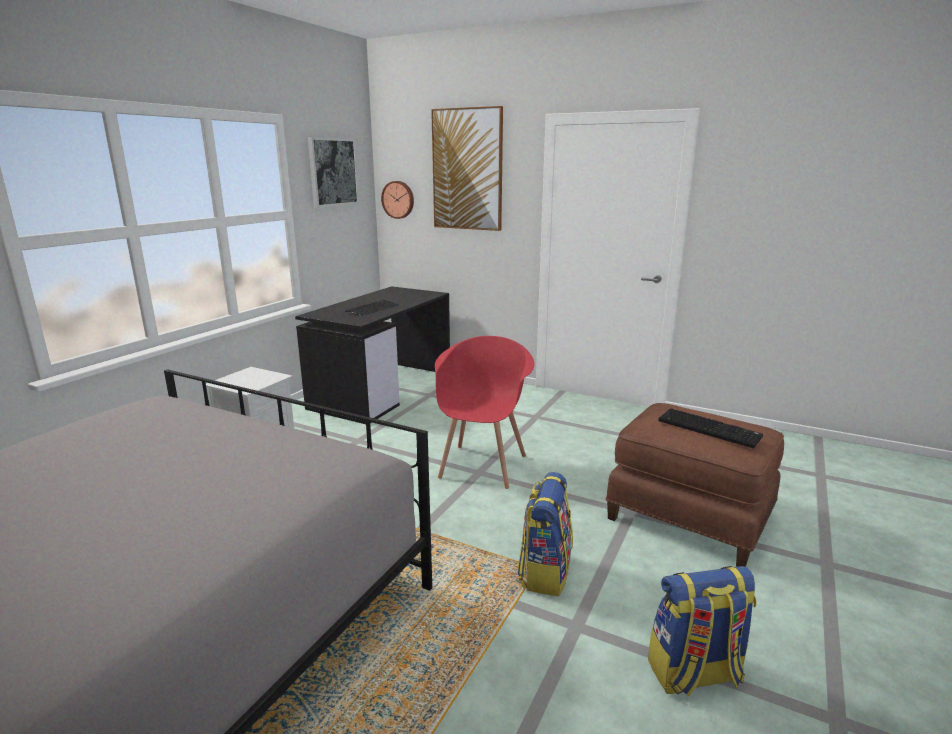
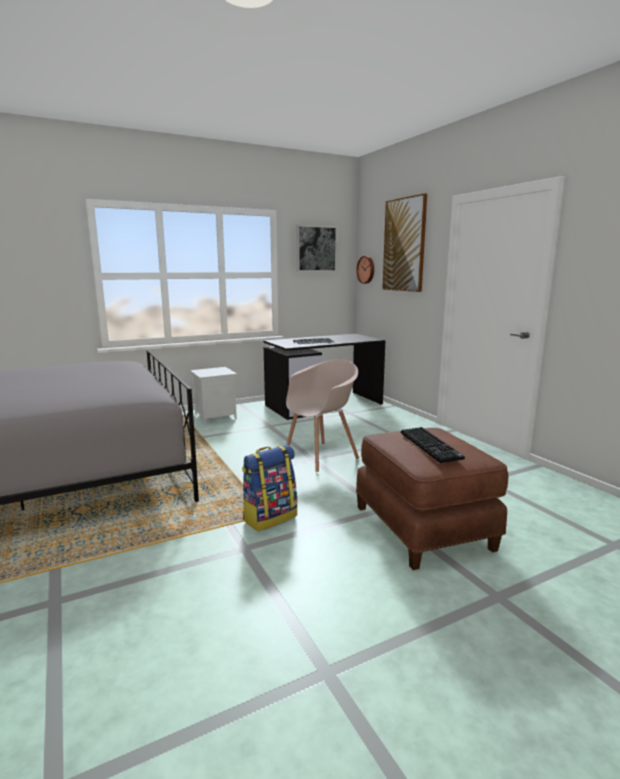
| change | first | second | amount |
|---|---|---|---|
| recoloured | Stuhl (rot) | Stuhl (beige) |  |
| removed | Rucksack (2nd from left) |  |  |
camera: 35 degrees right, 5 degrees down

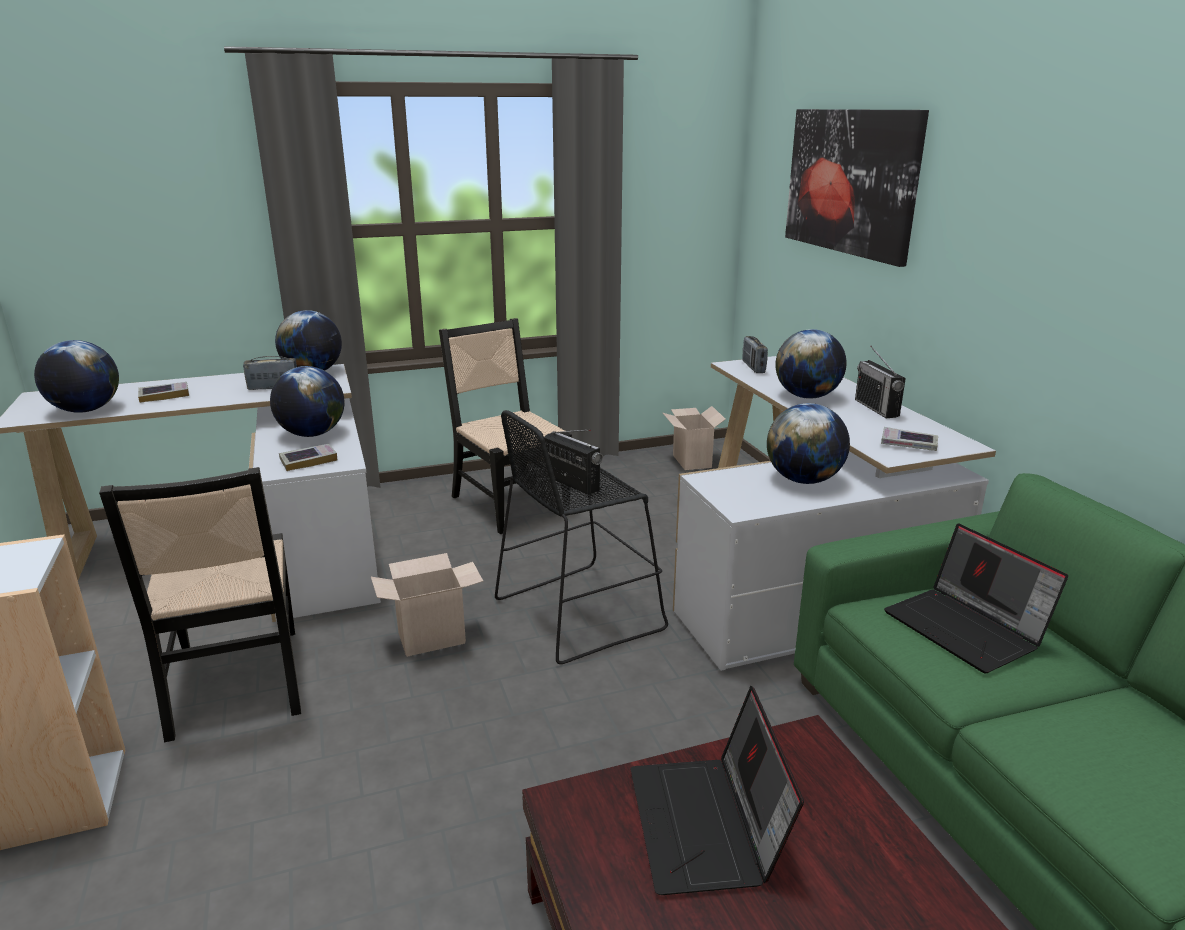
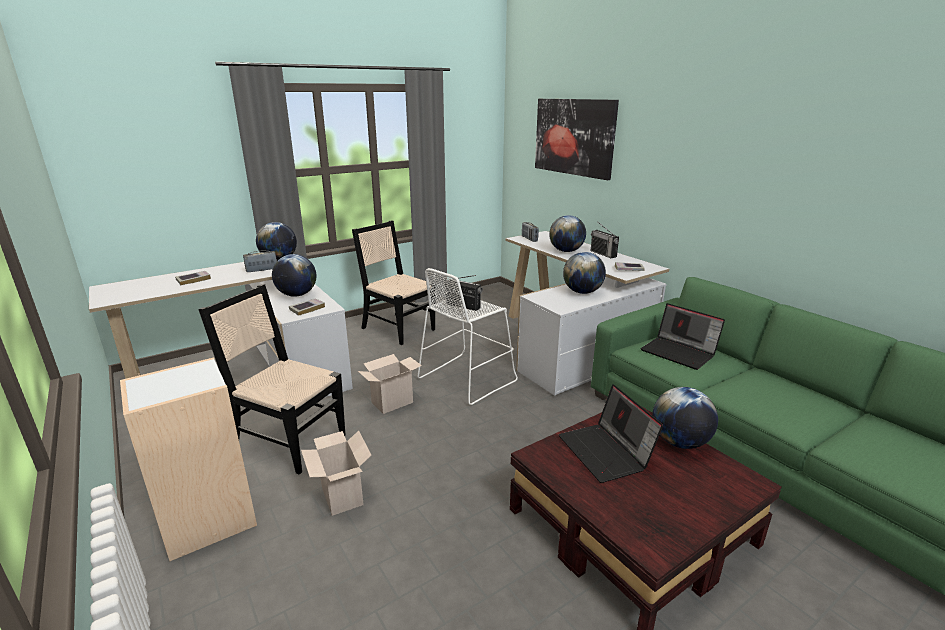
| change | first | second | amount |
|---|---|---|---|
| turned | Stuhl (1st from left) |  | 150 degrees clockwise |
| moved | Karton (2nd from left in the first image) | Karton (1st from left) |  |
| recoloured | Hocker (schwarz) | Hocker (weiß) |  |
| moved | Globus (1st from left in the first image) | Globus (5th from left) |  |
camera: 15 degrees left, 0 degrees up

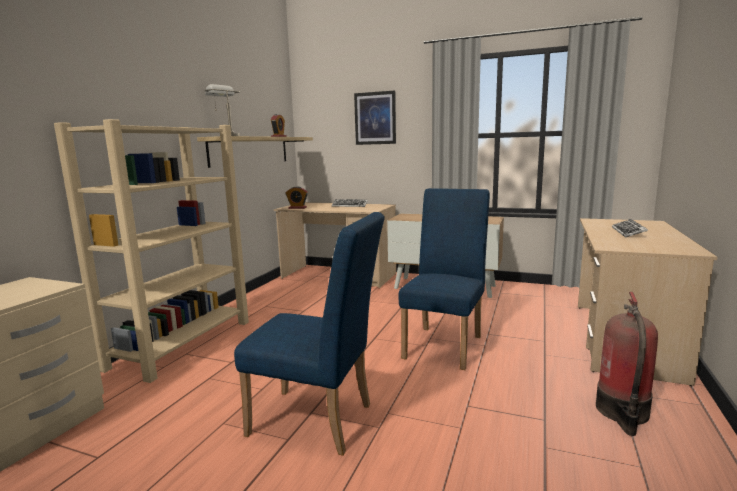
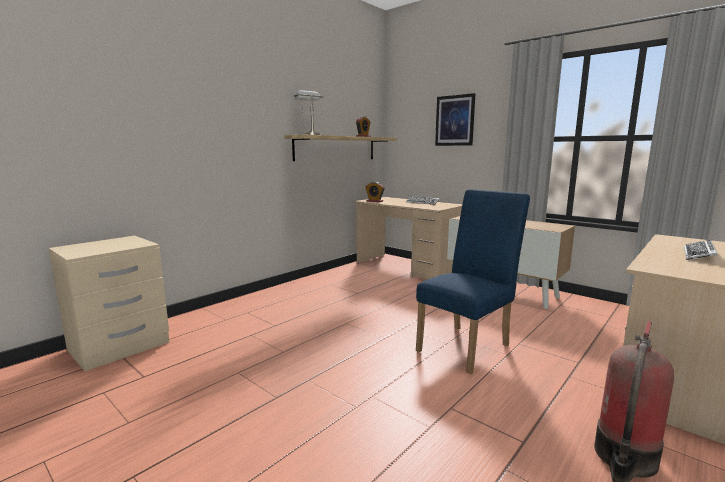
| change | first | second | amount |
|---|---|---|---|
| removed | Bücherregal (beige) |  |  |
| removed | Stuhl (blau) (1st from left) |  |  |
camera: 20 degrees right, 0 degrees up

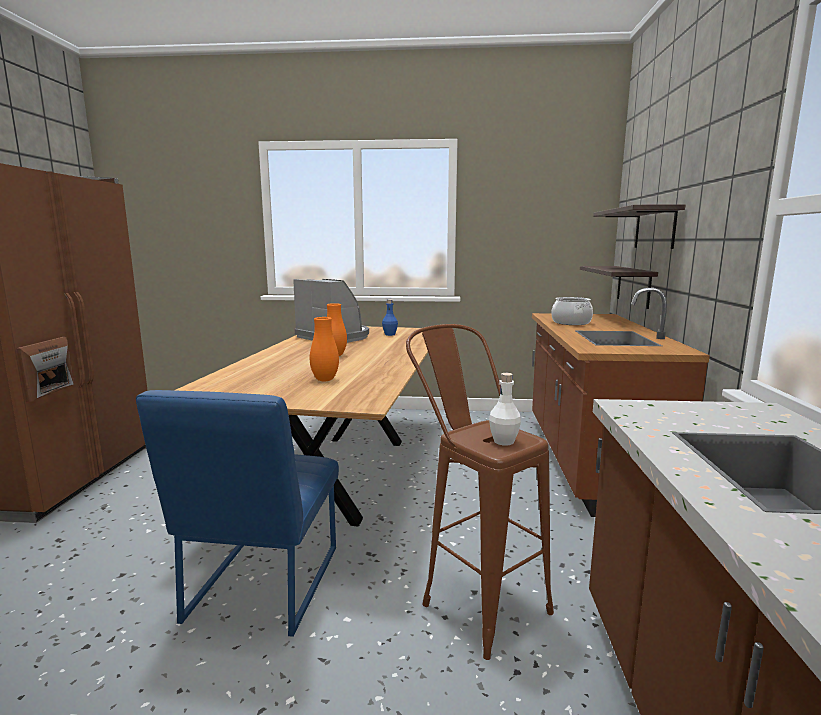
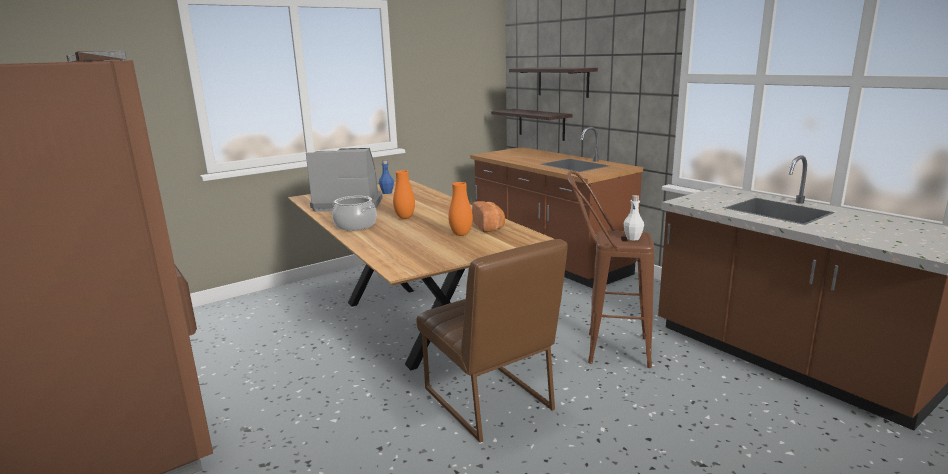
| change | first | second | amount |
|---|---|---|---|
| moved | Kochtopf |  |  |
| recoloured | Stuhl (blau) | Stuhl (braun) |  |
| added |  | Brot |  |
camera: 40 degrees left, 5 degrees up

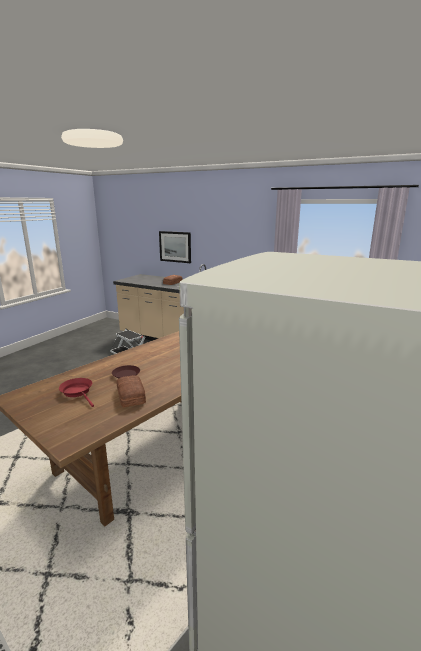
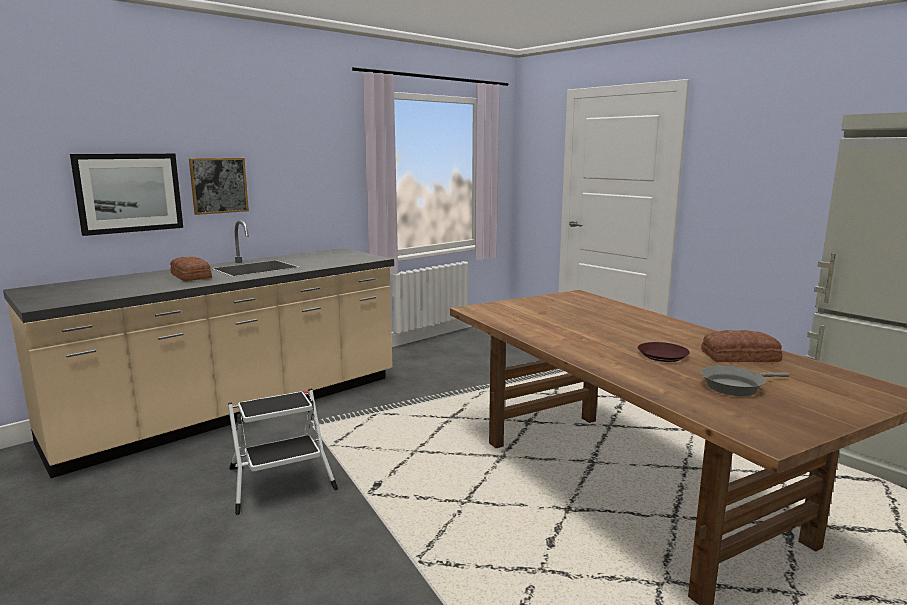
| change | first | second | amount |
|---|---|---|---|
| added |  | Bild (2nd from left) |  |
| recoloured | Pfanne (rot) | Pfanne (grau) |  |
camera: 70 degrees left, 5 degrees down

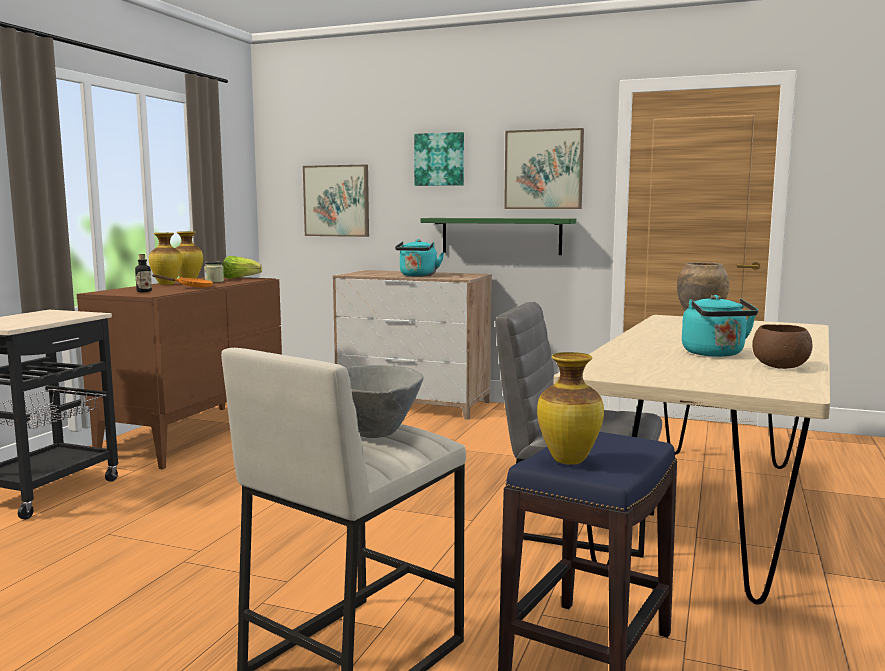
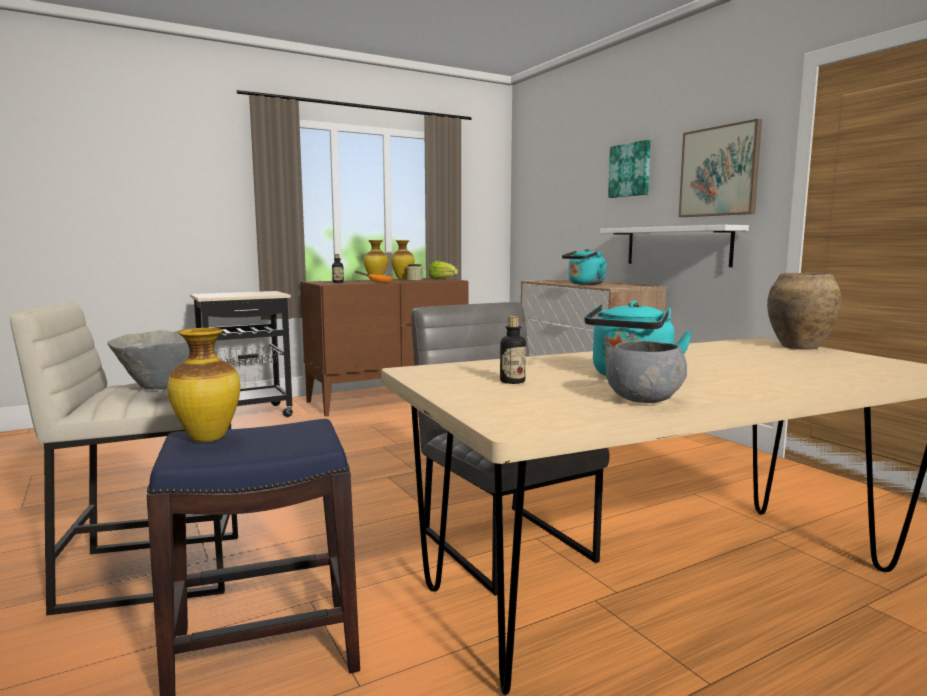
| change | first | second | amount |
|---|---|---|---|
| added |  | Flasche (2nd from left) |  |
| recoloured | Wandregal (grün) | Wandregal (weiß) |  |
| recoloured | Schüssel (braun) | Schüssel (grau) (2nd from left) |  |
| removed | Bild (1st from left) |  |  |
camera: 40 degrees right, 0 degrees up

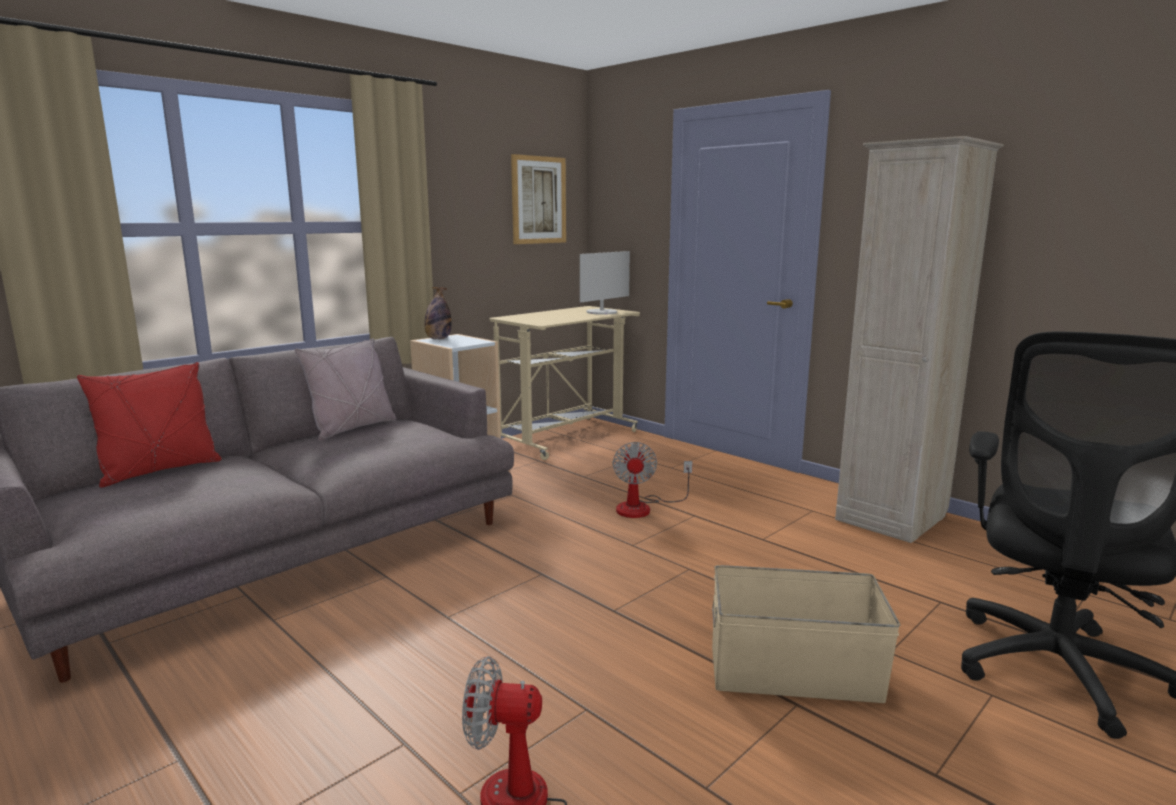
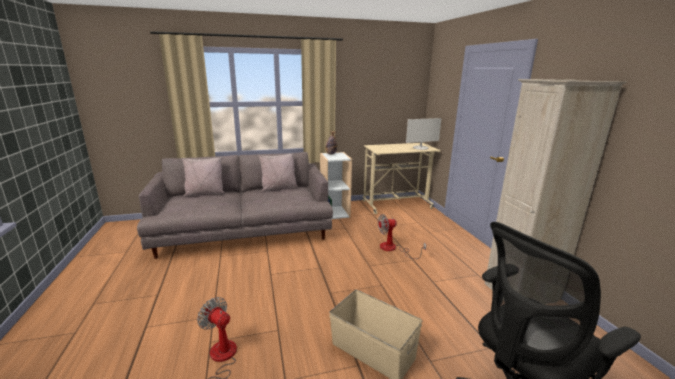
| change | first | second | amount |
|---|---|---|---|
| recoloured | Kissen (rot) | Kissen (lila) (1st from left) |  |
| turned | Ventilator (2nd from left) |  | 45 degrees clockwise |
| removed | Bild |  |  |
camera: 30 degrees right, 5 degrees up

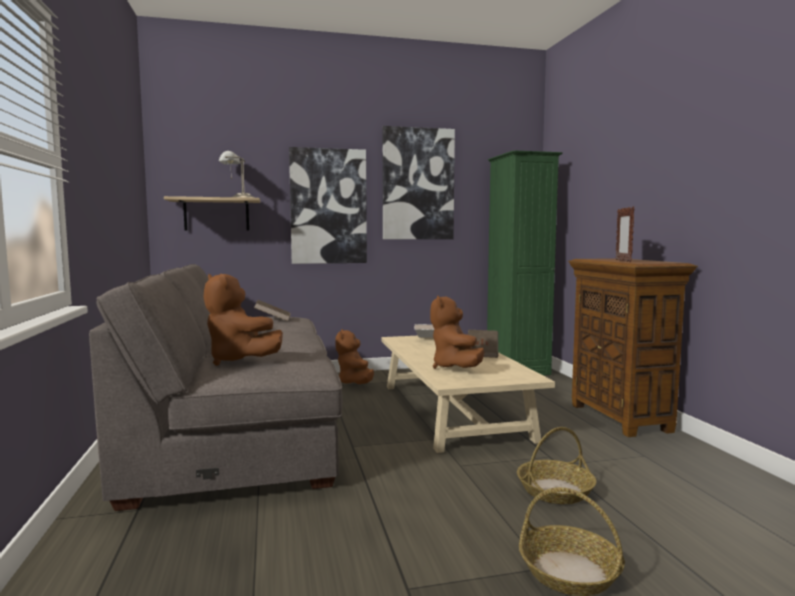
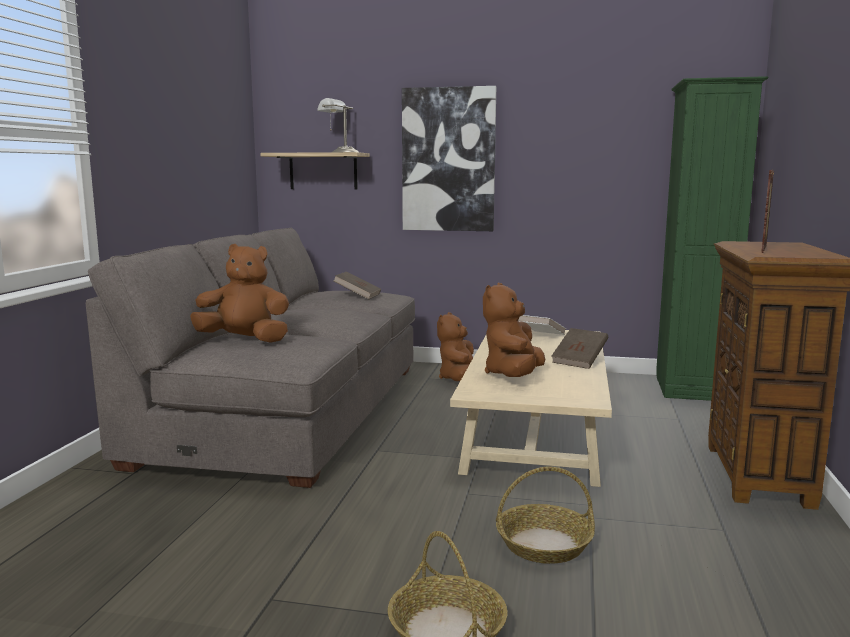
| change | first | second | amount |
|---|---|---|---|
| turned | Plüschtier (braun) (1st from left) |  | 120 degrees clockwise |
| removed | Bild (2nd from left) |  |  |
camera: 25 degrees right, 5 degrees up

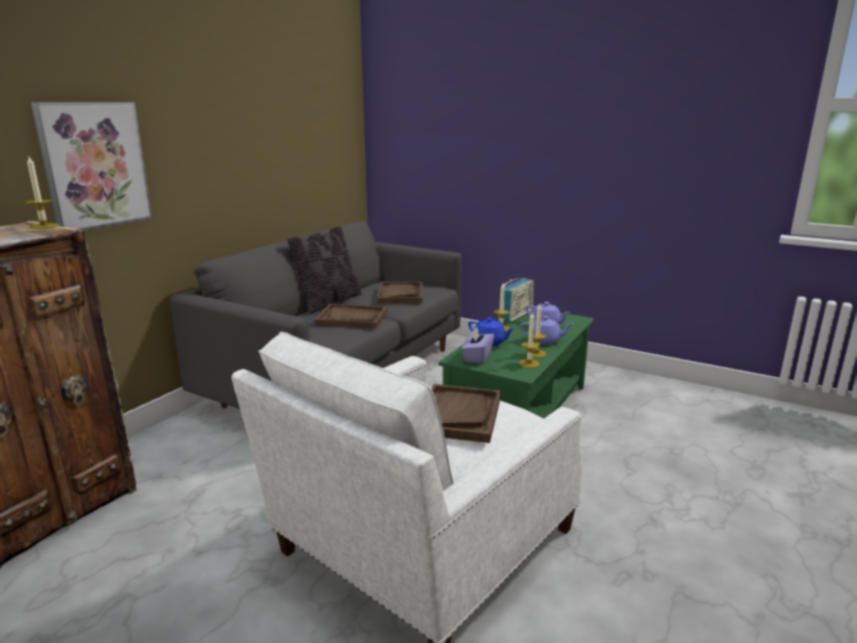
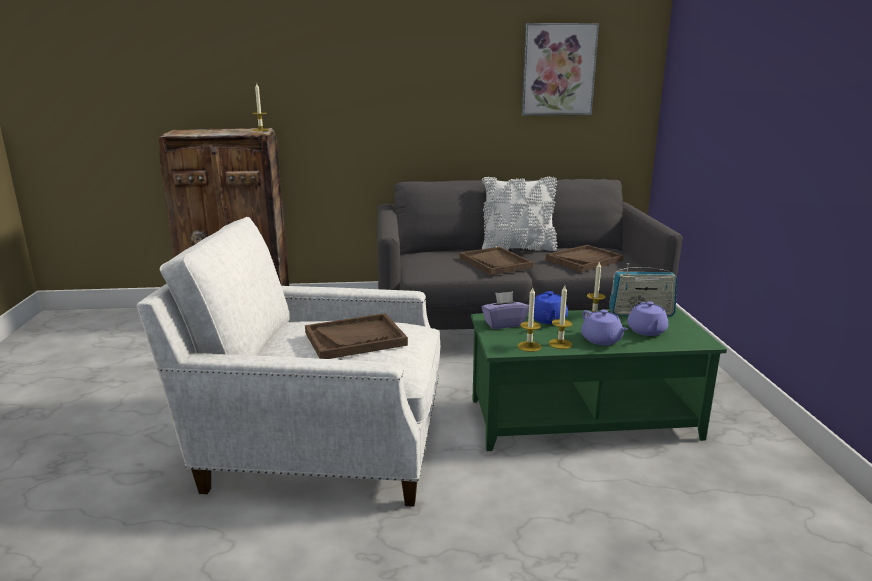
| change | first | second | amount |
|---|---|---|---|
| recoloured | Kissen (schwarz) | Kissen (weiß) |  |
| moved | Bild |  |  |
camera: 55 degrees right, 0 degrees up

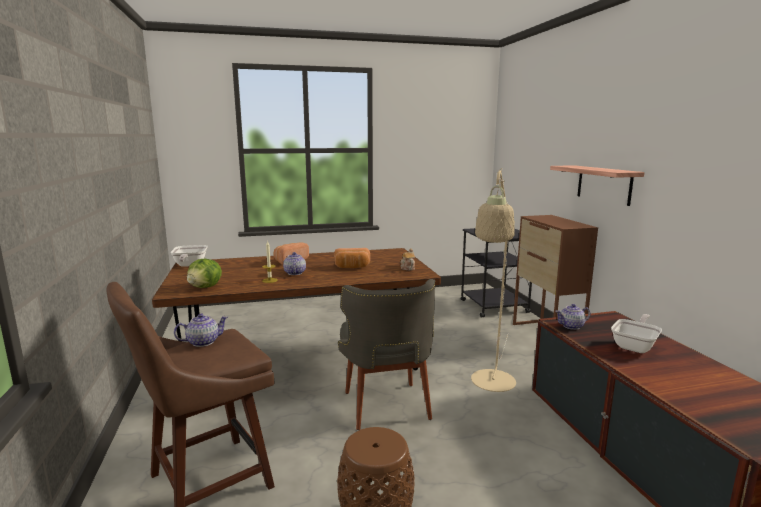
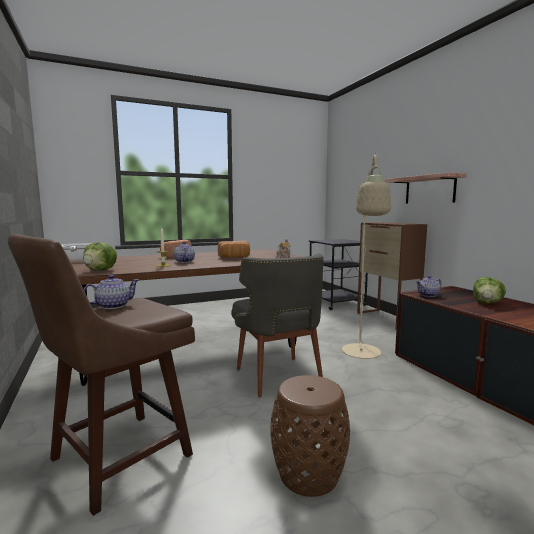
| change | first | second | amount |
|---|---|---|---|
| replaced | Pfanne (2nd from left) | Salatkopf (2nd from left) |  |
camera: 10 degrees left, 5 degrees down

